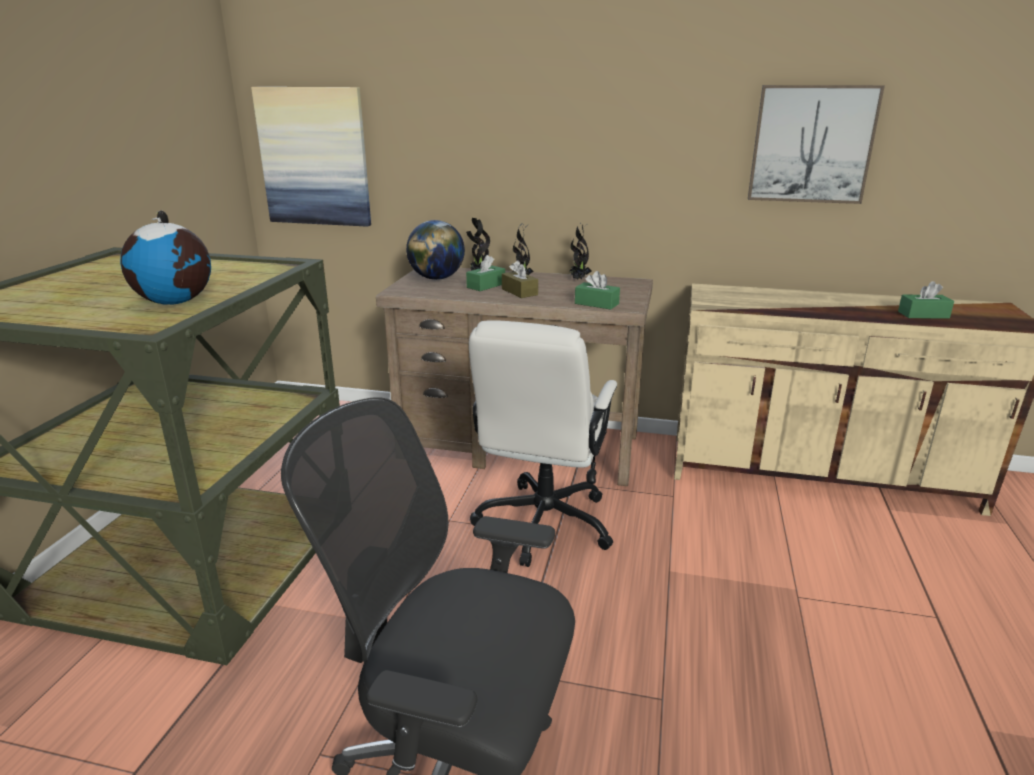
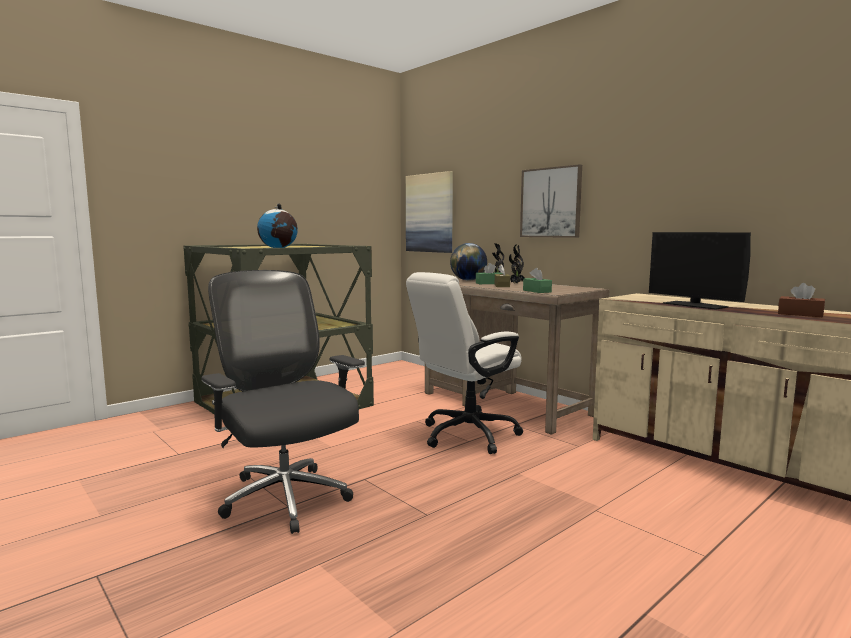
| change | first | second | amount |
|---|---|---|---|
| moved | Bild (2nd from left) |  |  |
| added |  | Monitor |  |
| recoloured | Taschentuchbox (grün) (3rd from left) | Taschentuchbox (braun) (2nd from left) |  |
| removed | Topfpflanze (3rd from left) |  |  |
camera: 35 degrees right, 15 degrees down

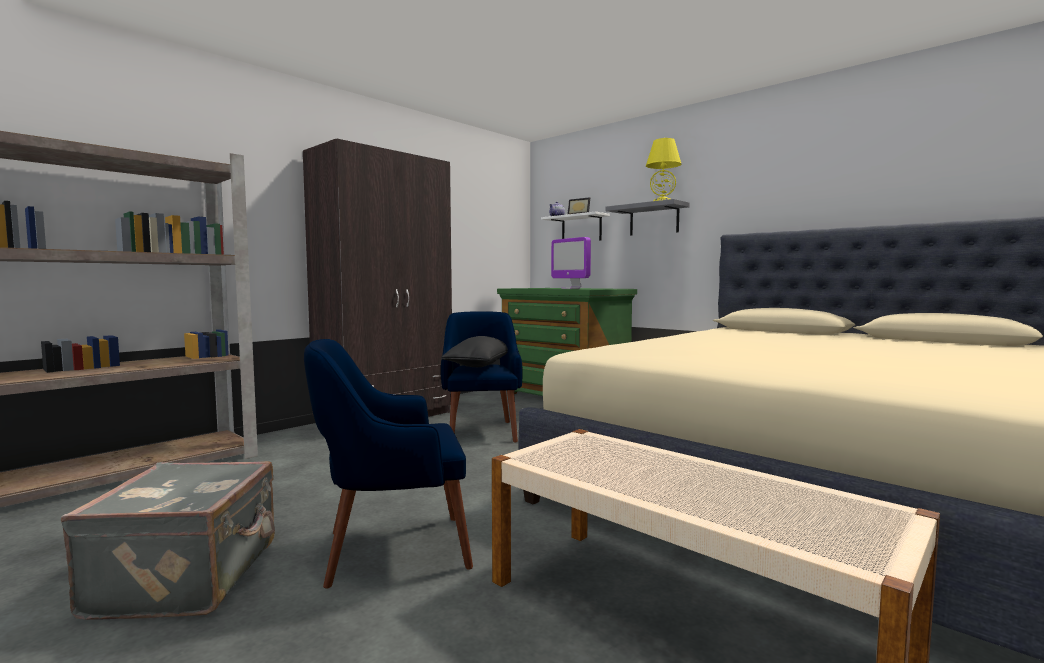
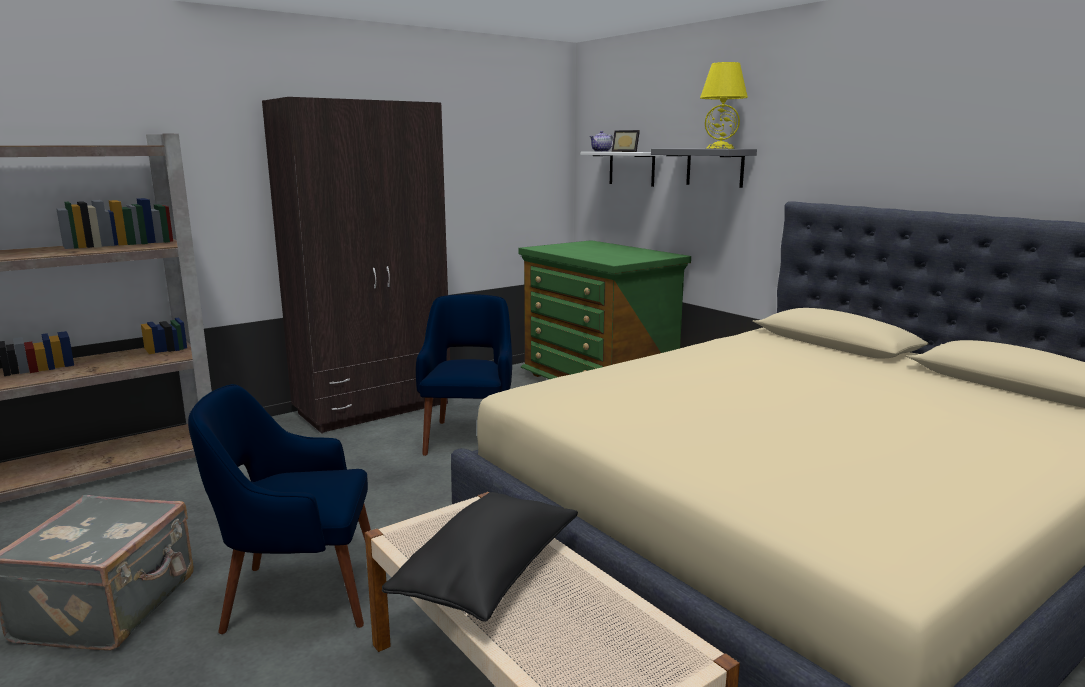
| change | first | second | amount |
|---|---|---|---|
| moved | Kissen (schwarz) |  |  |
| removed | Monitor |  |  |
camera: 10 degrees right, 10 degrees up

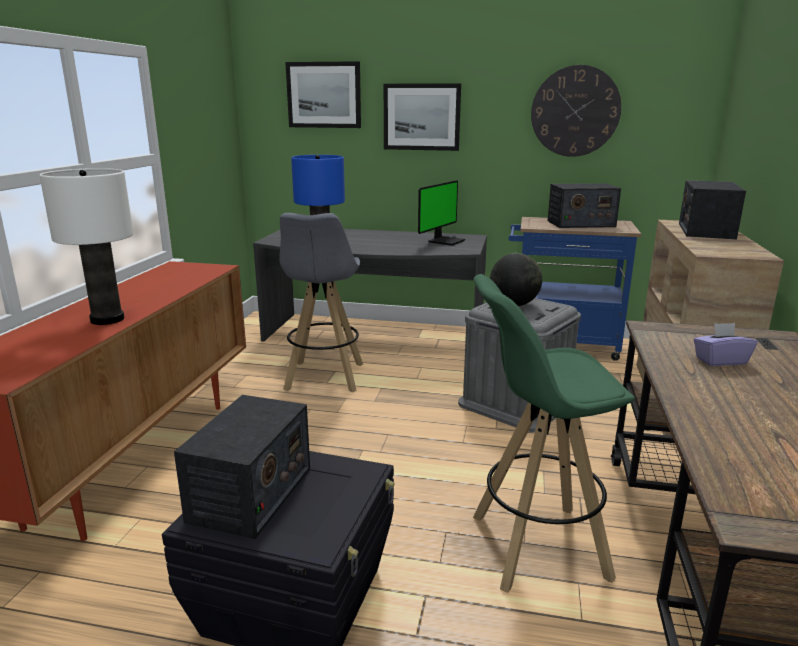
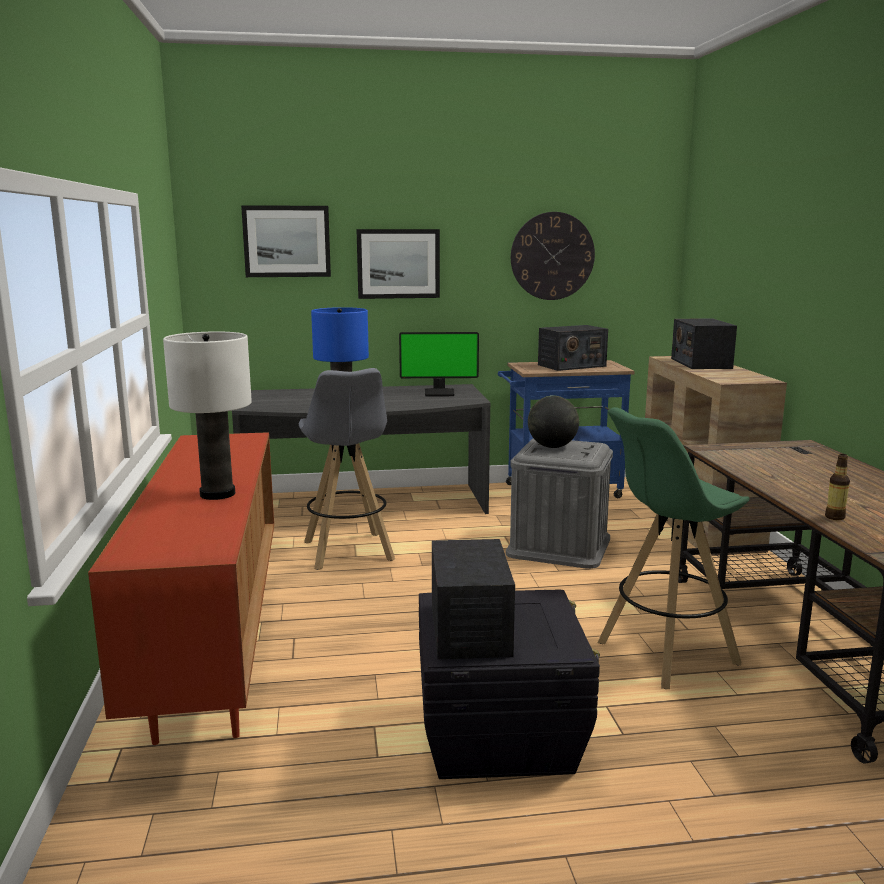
| change | first | second | amount |
|---|---|---|---|
| turned | Monitor |  | 75 degrees clockwise |
| added |  | Flasche |  |
| removed | Taschentuchbox (lila) |  |  |
camera: 20 degrees left, 5 degrees down

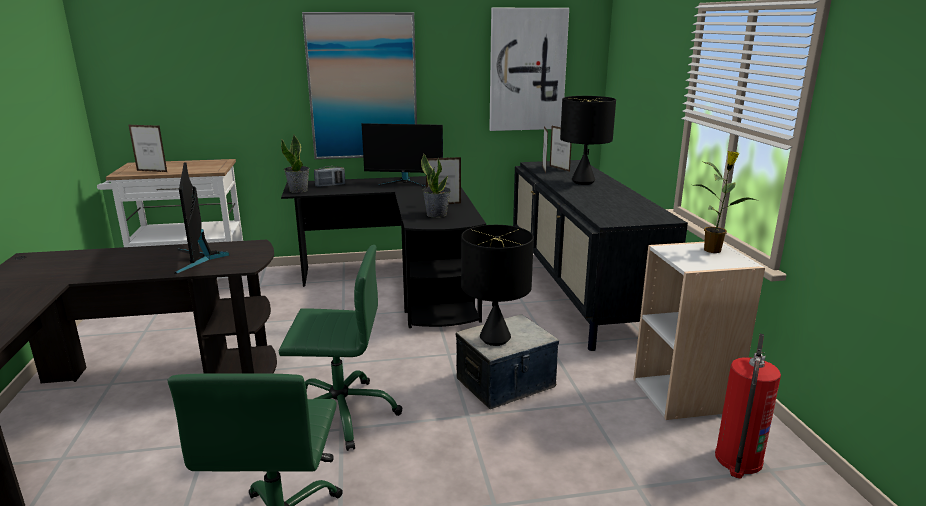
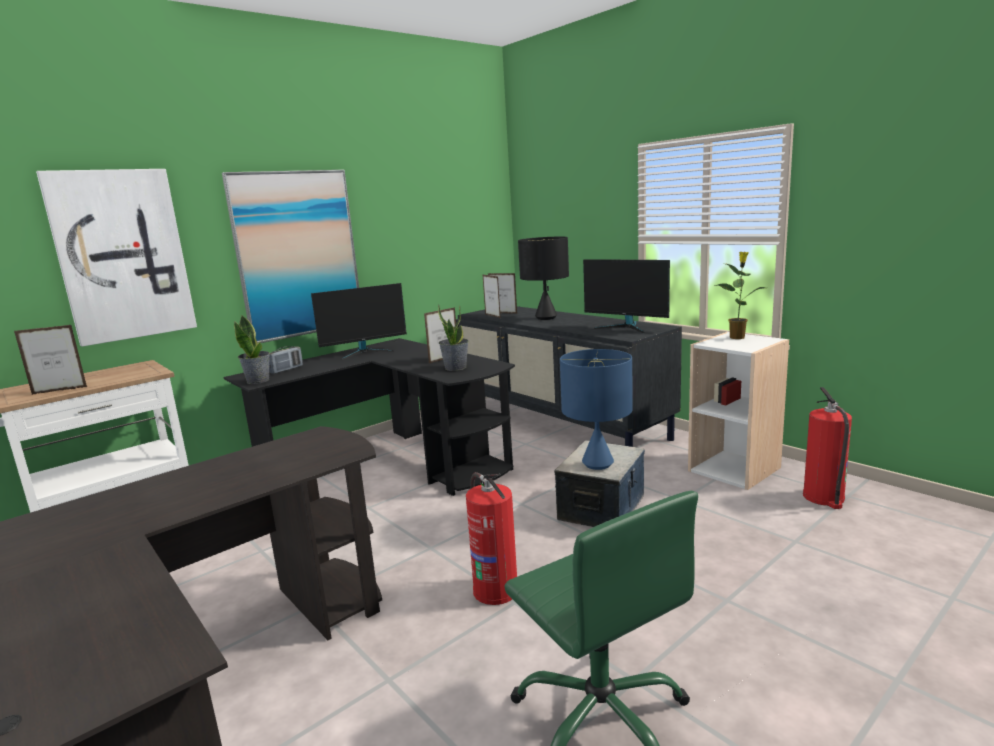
| change | first | second | amount |
|---|---|---|---|
| moved | Bild (2nd from left in the first image) | Bild (1st from left) |  |
| replaced | Bürostuhl (grün) (2nd from left) | Feuerlöscher (1st from left) |  |
| recoloured | Tischlampe (schwarz) (1st from left) | Tischlampe (blau) |  |
| moved | Monitor (1st from left in the first image) | Monitor (2nd from left) |  |
camera: 30 degrees left, 5 degrees down

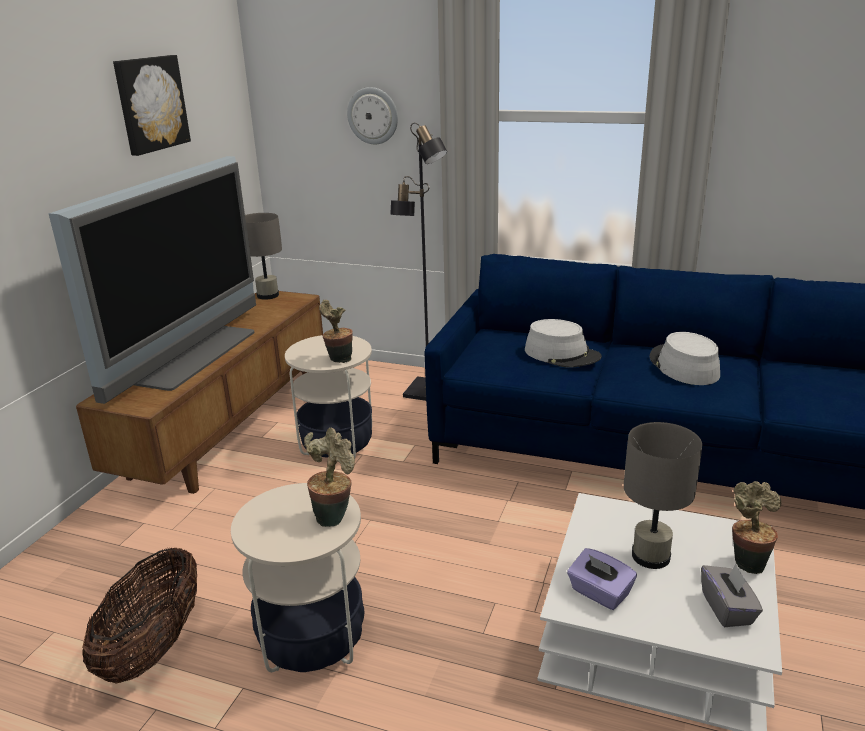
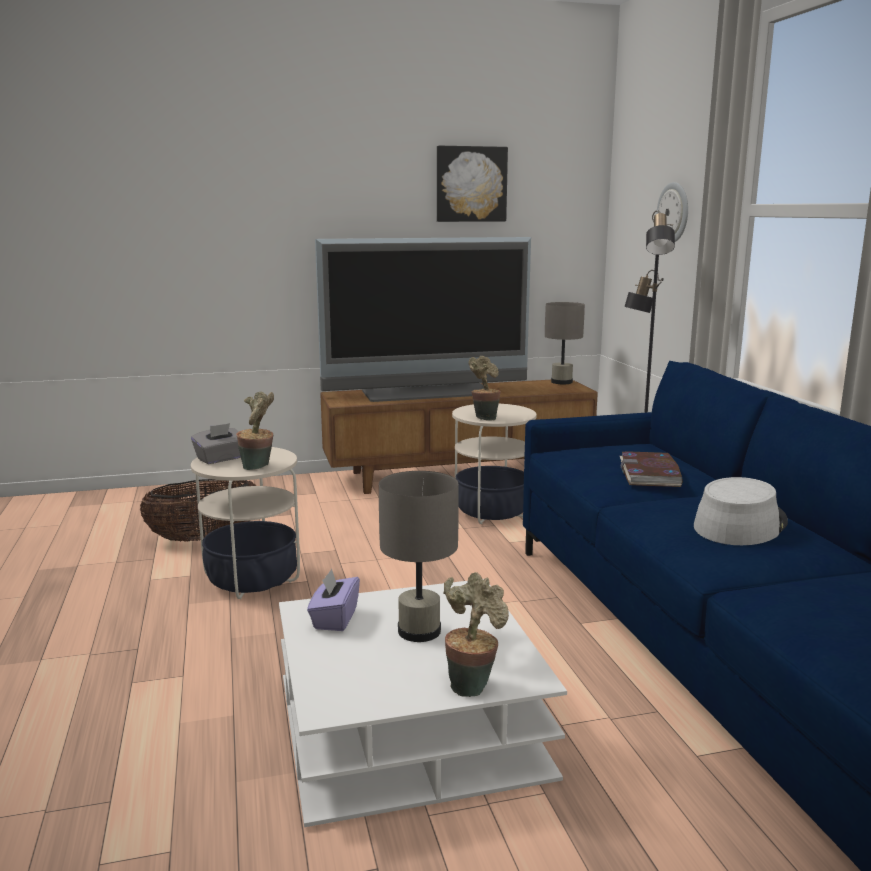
| change | first | second | amount |
|---|---|---|---|
| moved | Taschentuchbox (grau) |  |  |
| replaced | Hut (grau) (1st from left) | Buch |  |
camera: 55 degrees right, 10 degrees down

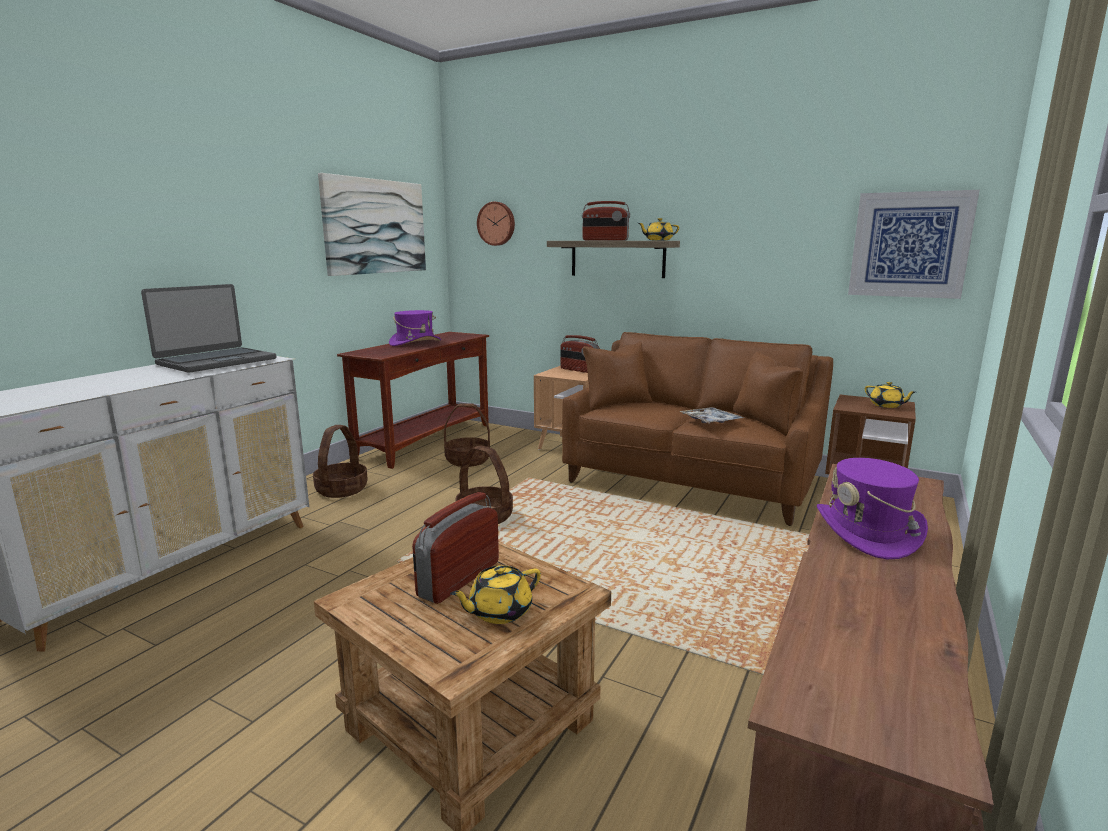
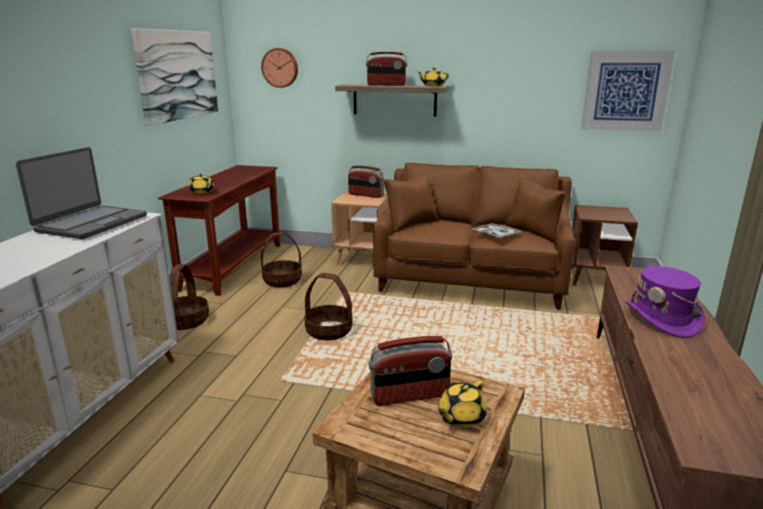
| change | first | second | amount |
|---|---|---|---|
| moved | Teekanne (gelb) (3rd from left in the first image) | Teekanne (gelb) (1st from left) |  |
| turned | Radio (1st from left in the first image) | Radio (3rd from left) | 120 degrees counterclockwise |
| removed | Hut (lila) (1st from left) |  |  |
camera: 15 degrees left, 5 degrees up

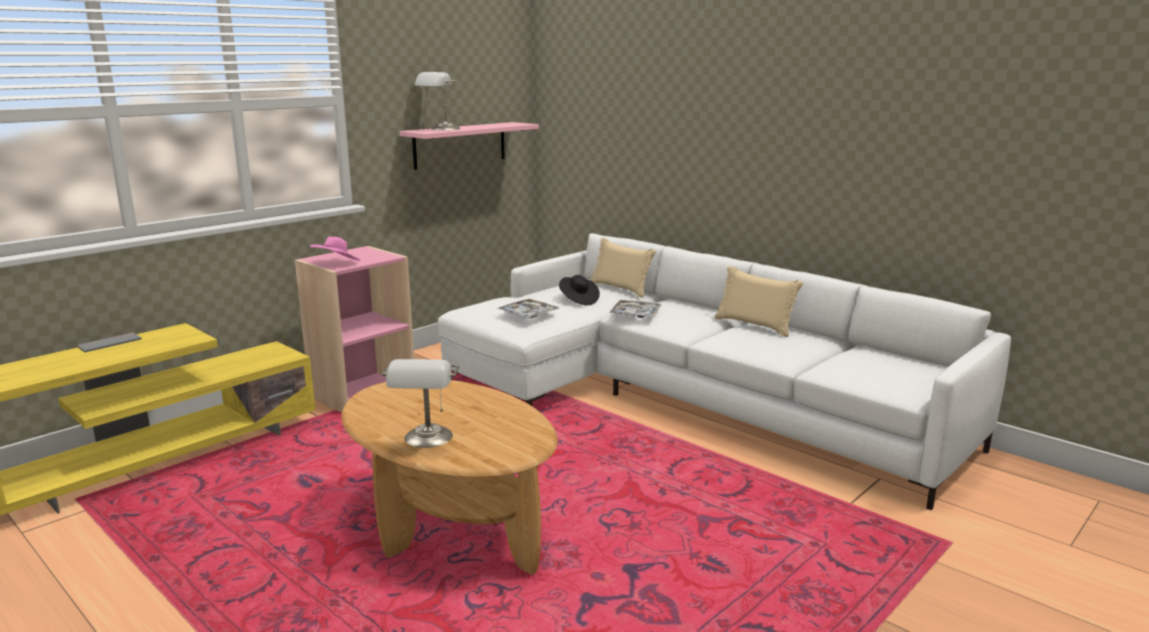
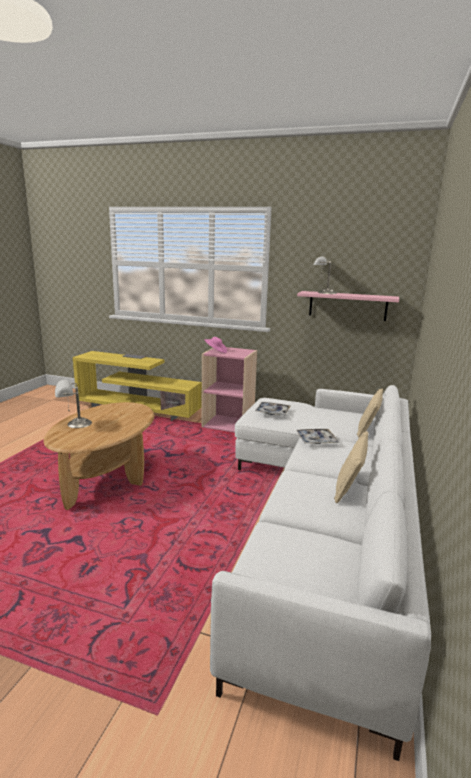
| change | first | second | amount |
|---|---|---|---|
| removed | Hut (schwarz) |  |  |
camera: 65 degrees right, 0 degrees up

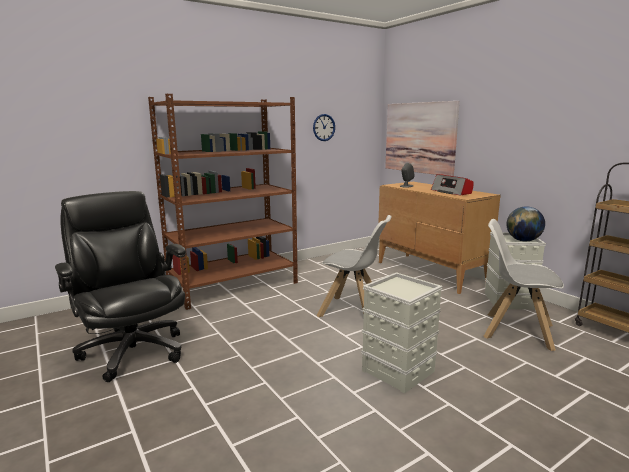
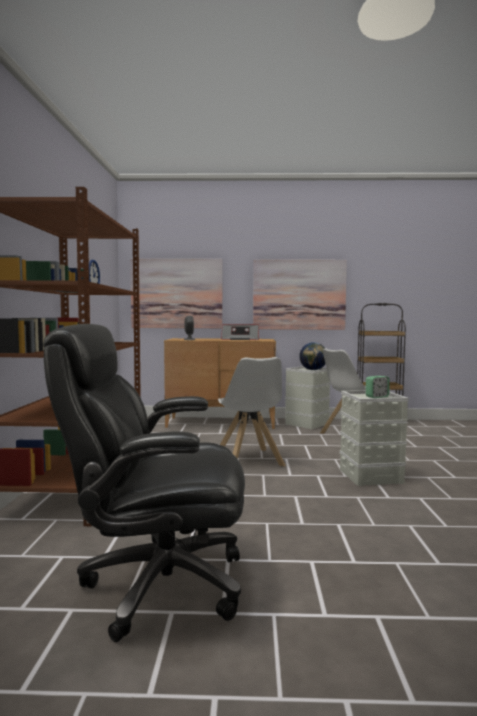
| change | first | second | amount |
|---|---|---|---|
| turned | Stuhl (1st from left) |  | 105 degrees clockwise |
| added |  | Bild (2nd from left) |  |
| added |  | Wecker |  |
camera: 55 degrees left, 10 degrees down

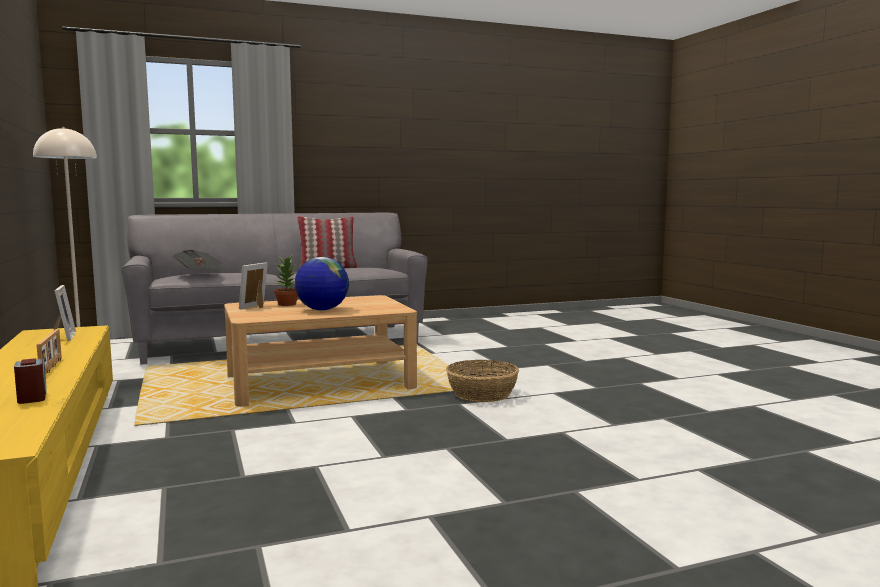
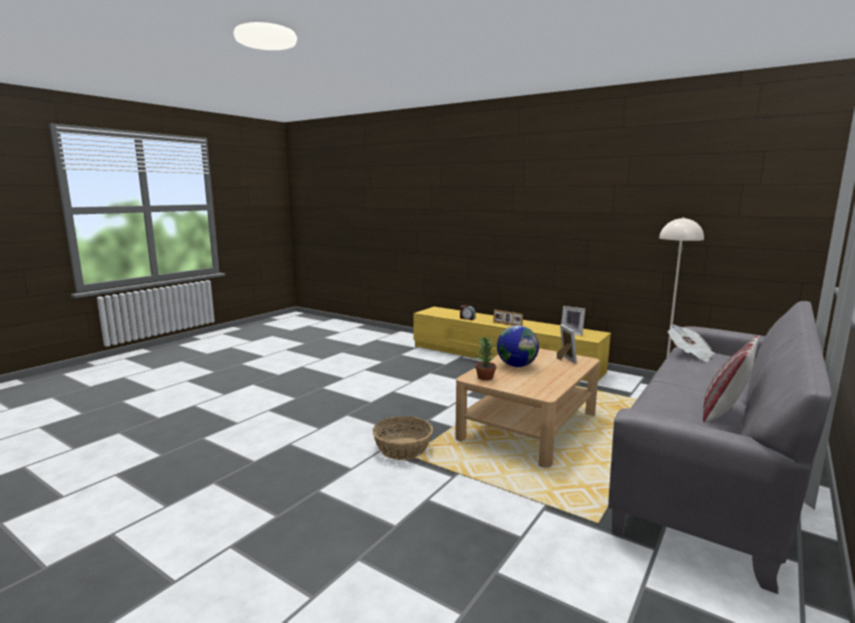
| change | first | second | amount |
|---|---|---|---|
| moved | Topfpflanze |  |  |
camera: 145 degrees right, 5 degrees up

